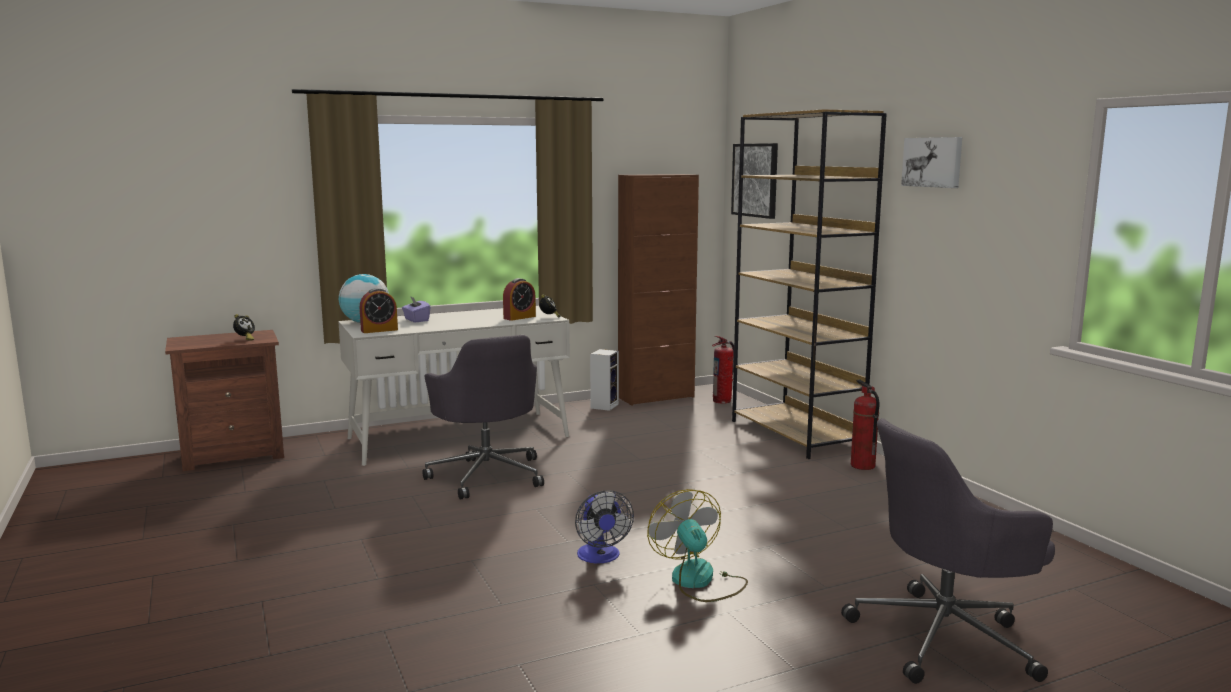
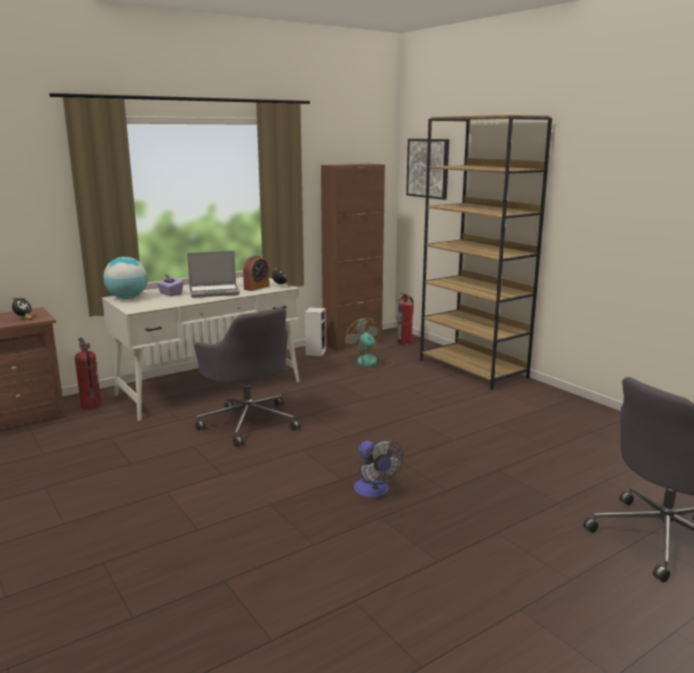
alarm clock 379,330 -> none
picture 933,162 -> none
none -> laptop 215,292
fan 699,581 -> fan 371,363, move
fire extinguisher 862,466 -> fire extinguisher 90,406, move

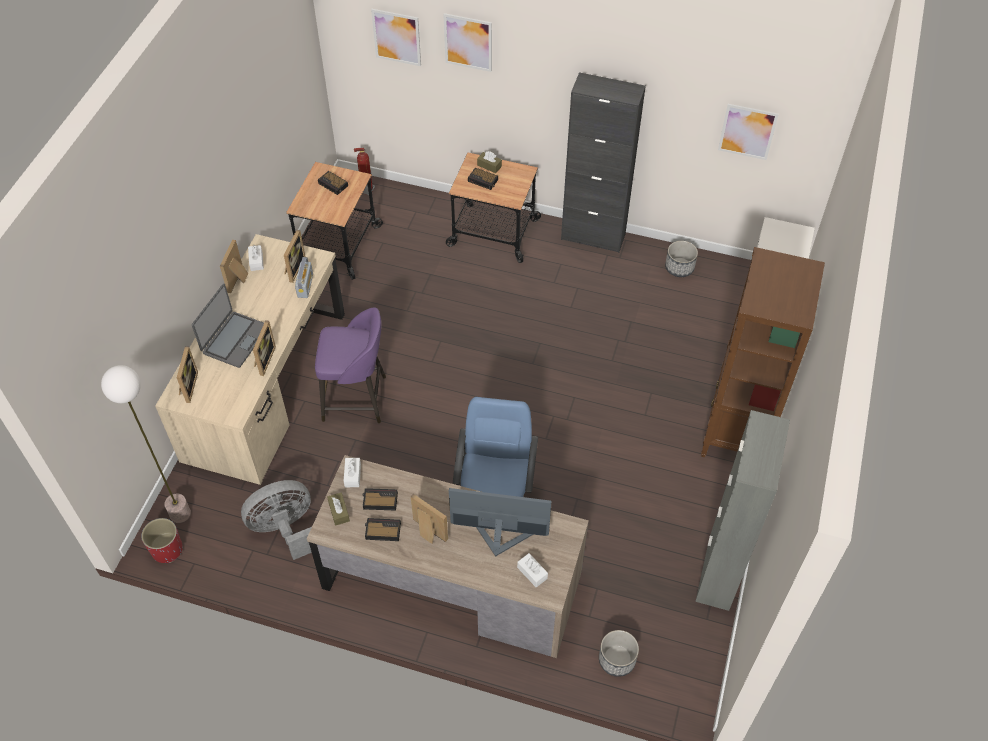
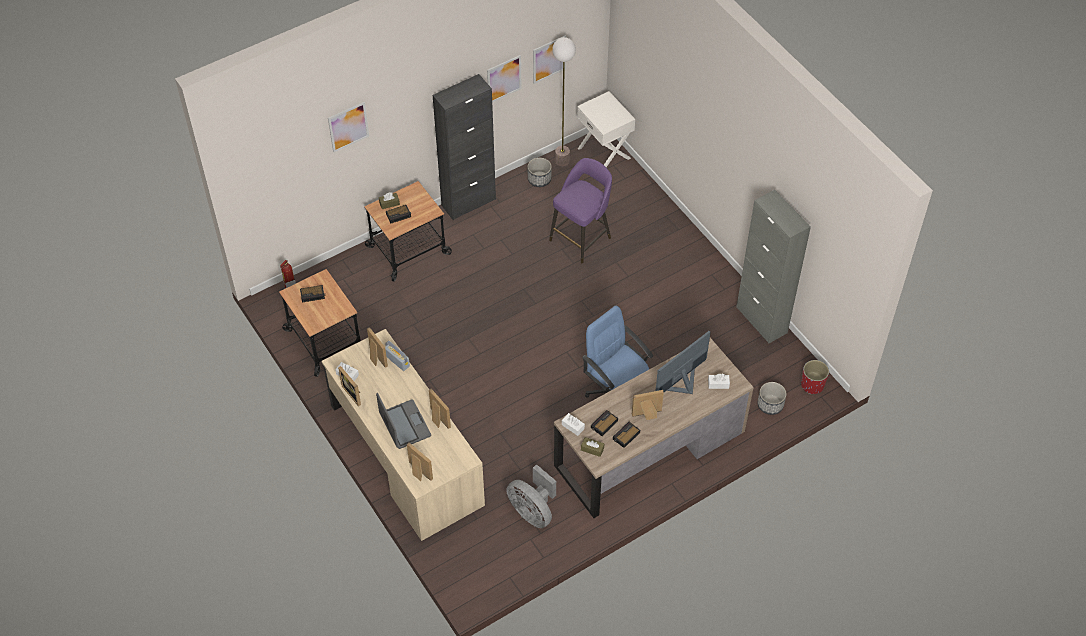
bookcase in brown 736,434 -> none
floor lamp 180,513 -> floor lamp 562,161, move
planter in red 167,549 -> planter in red 812,384, move
stool in purple 357,398 -> stool in purple 581,238, move
picture 396,37 -> picture 504,79, move
fan in grey 287,529 -> fan in grey 532,511, 60 degrees counterclockwise

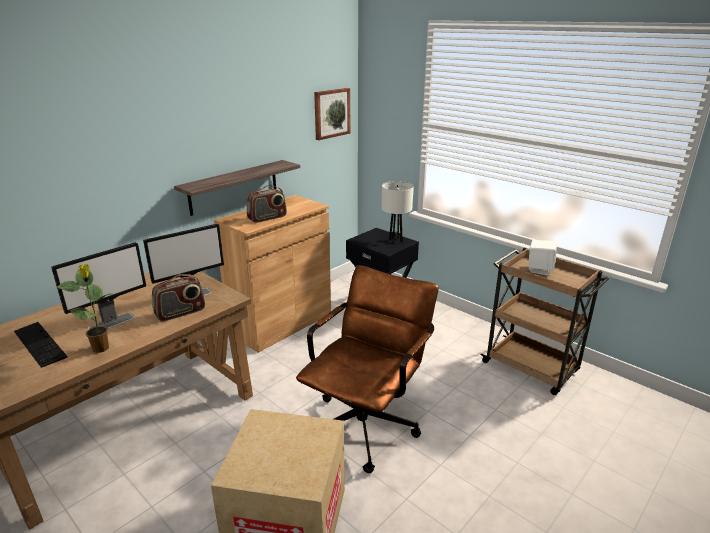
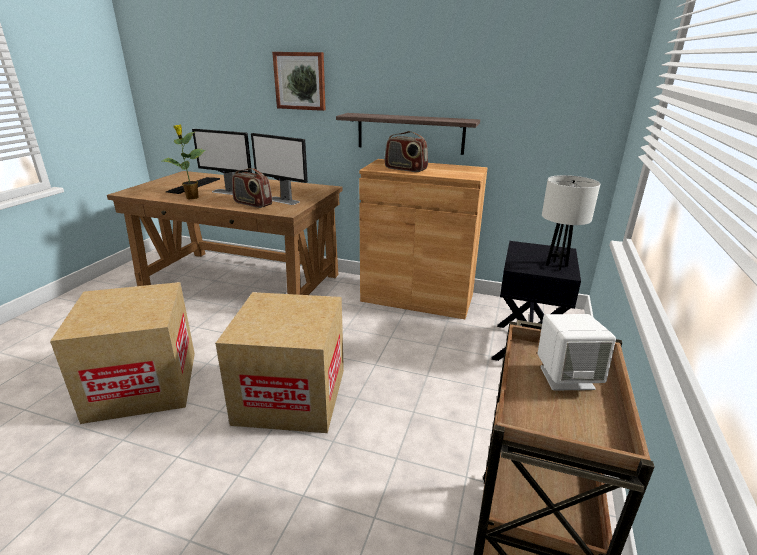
picture 331,113 -> picture 300,81, move
office chair in brown 367,421 -> cardboard box 291,396

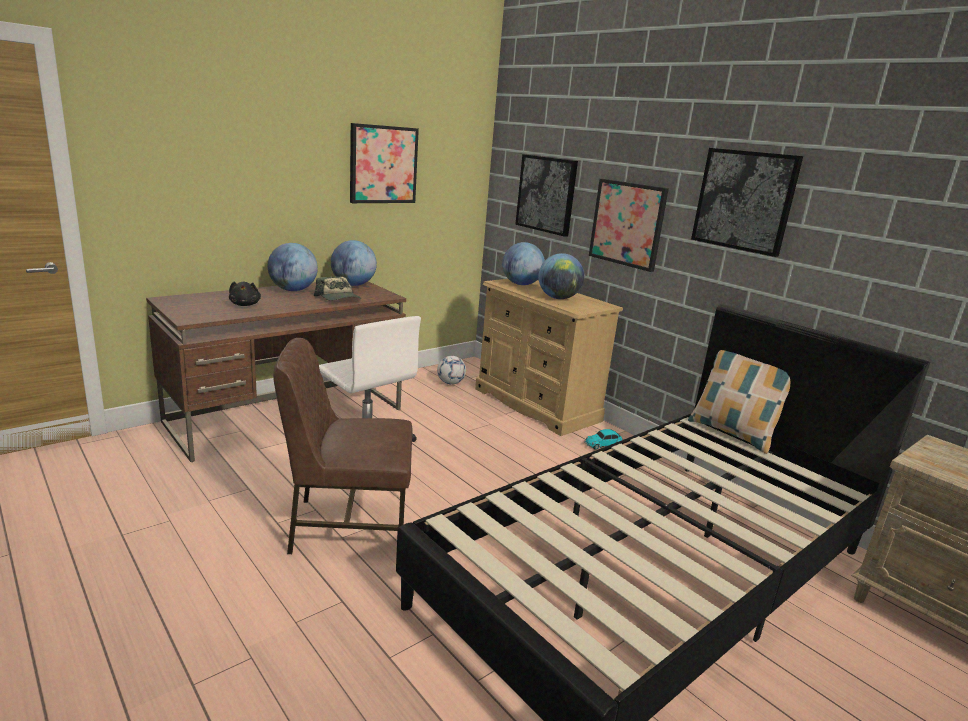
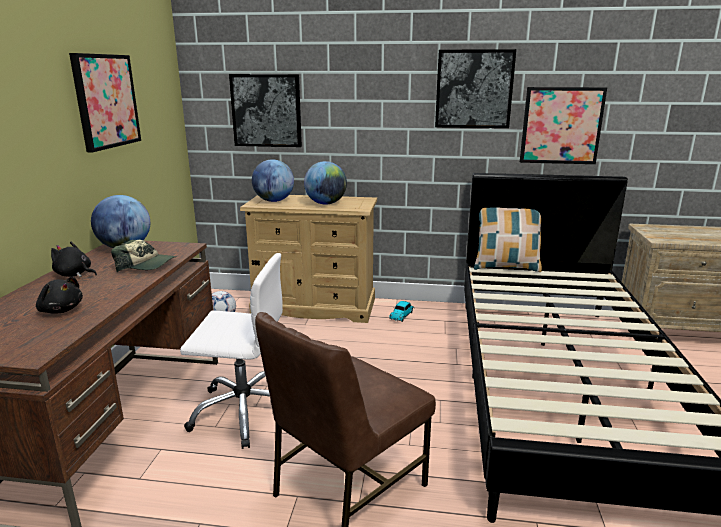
picture 627,224 -> picture 561,125, move
globe 293,290 -> plush toy in black 75,274

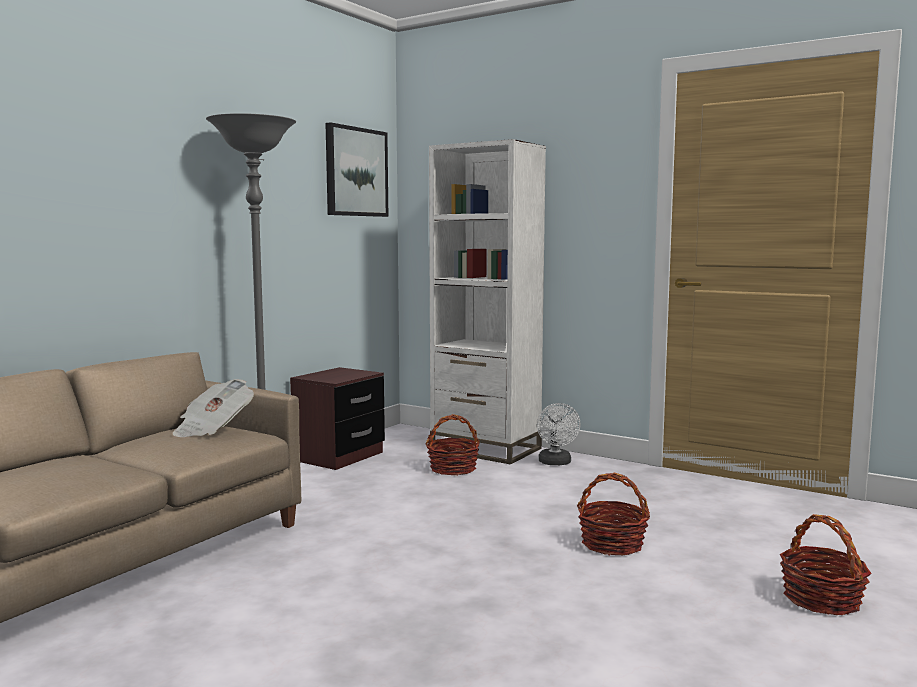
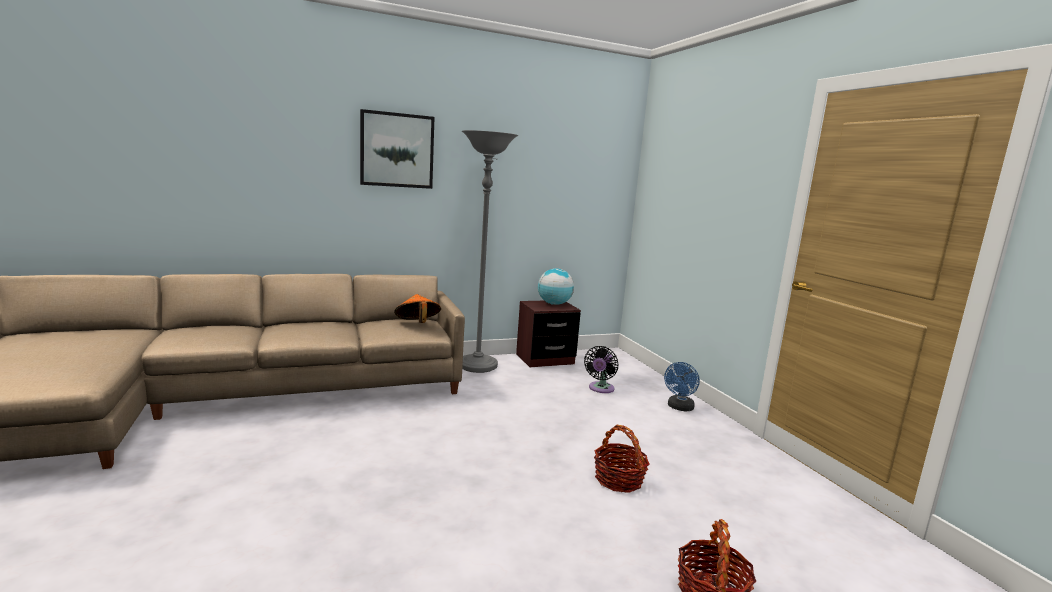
bookcase in white 485,449 -> none
none -> globe 554,304
picture 356,172 -> picture 397,150, move
newspaper 213,429 -> hat in orange 417,324
basket 453,469 -> fan in black 600,389
fan in white 556,463 -> fan in blue 679,408

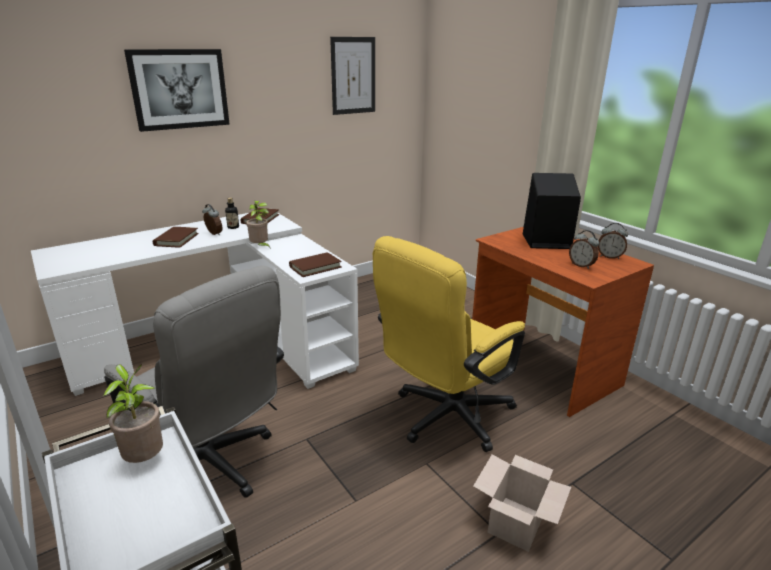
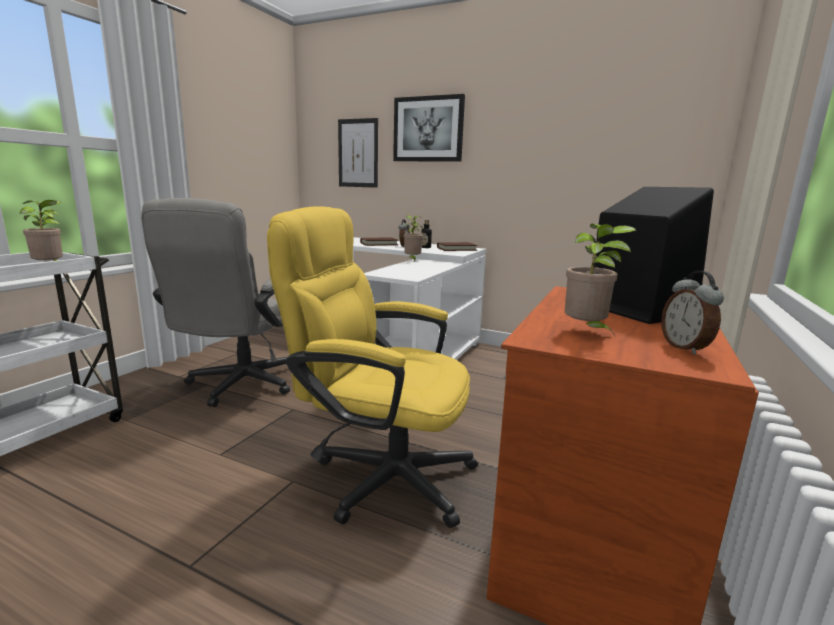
book in brown 315,267 -> none
cardboard box 516,525 -> none
picture 353,76 -> picture 358,153, move
alarm clock 581,265 -> potted plant 586,332

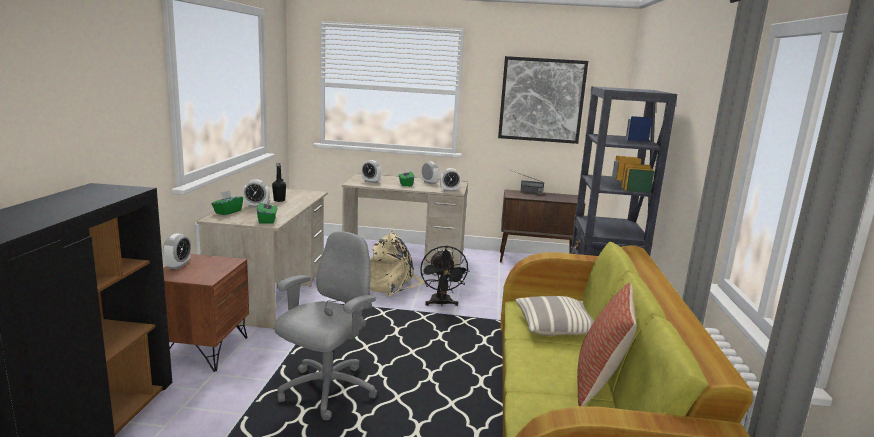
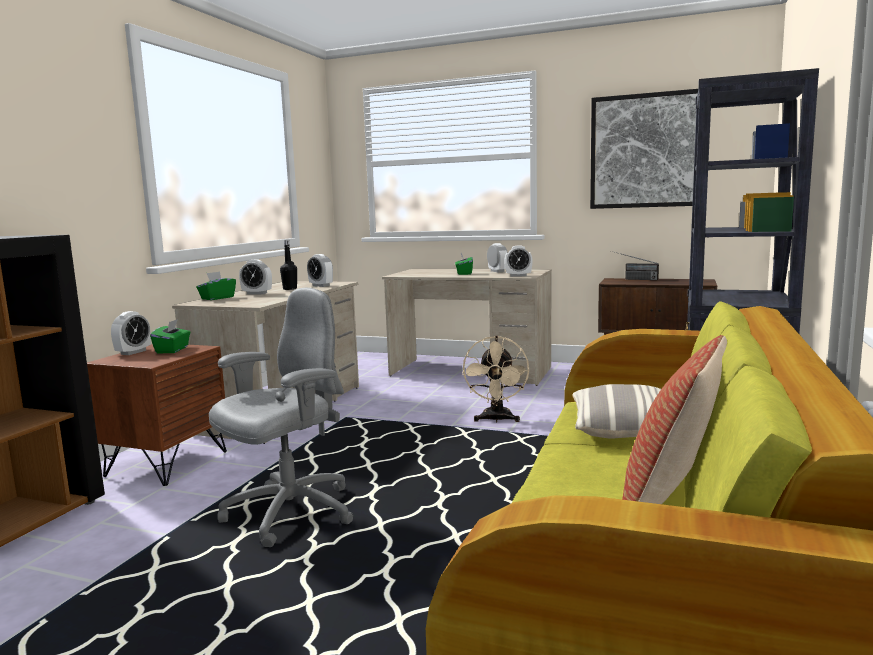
backpack in beige 392,285 -> none
tissue box in green 267,220 -> tissue box in green 173,350, move
alarm clock 371,181 -> alarm clock 321,286, move
fan in black 441,304 -> fan in beige 496,420

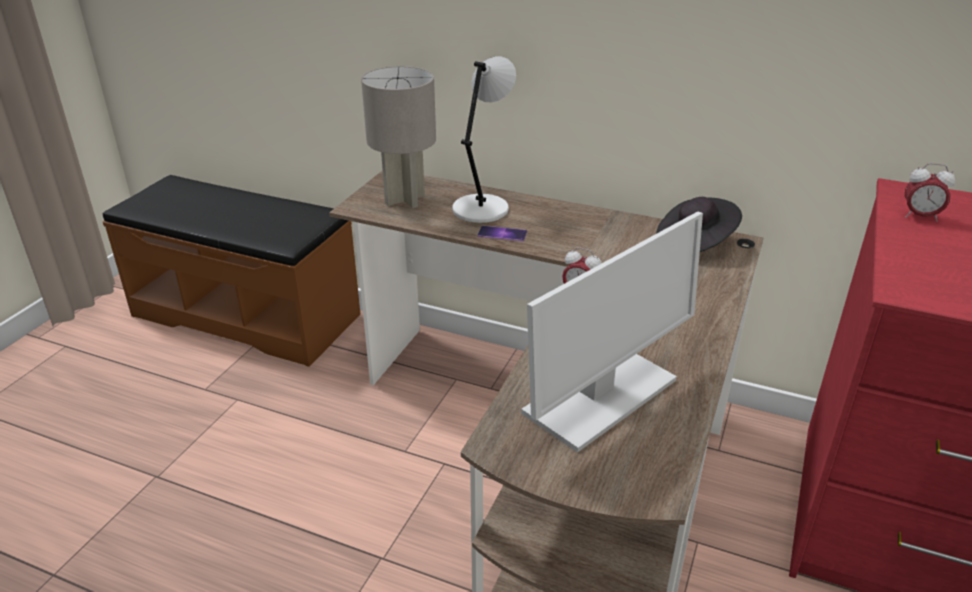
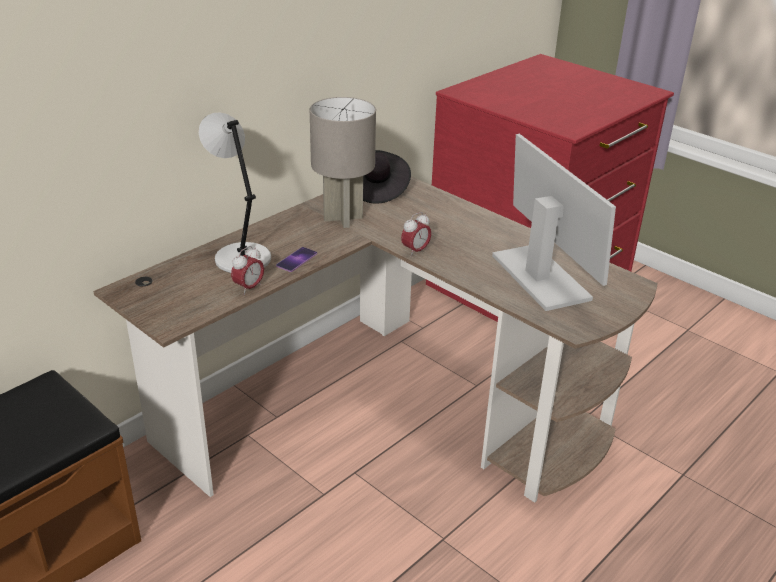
table lamp in grey 405,199 -> table lamp in grey 342,218, move
alarm clock 920,216 -> alarm clock 249,288, move

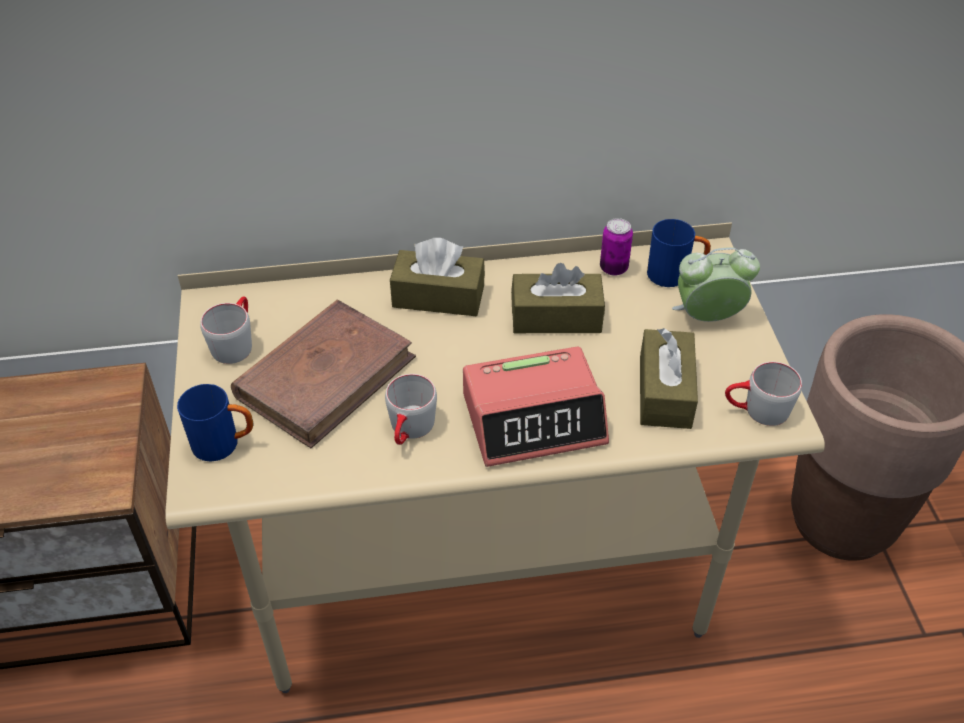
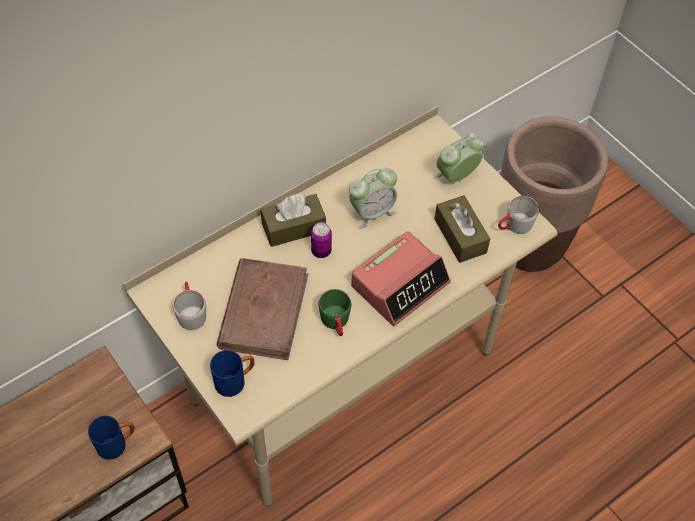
can 613,268 -> can 321,251, move
mug in blue 675,275 -> mug in blue 117,443, move
tissue box in brown 556,317 -> alarm clock 372,212
mug in grey 410,431 -> mug in green 336,323

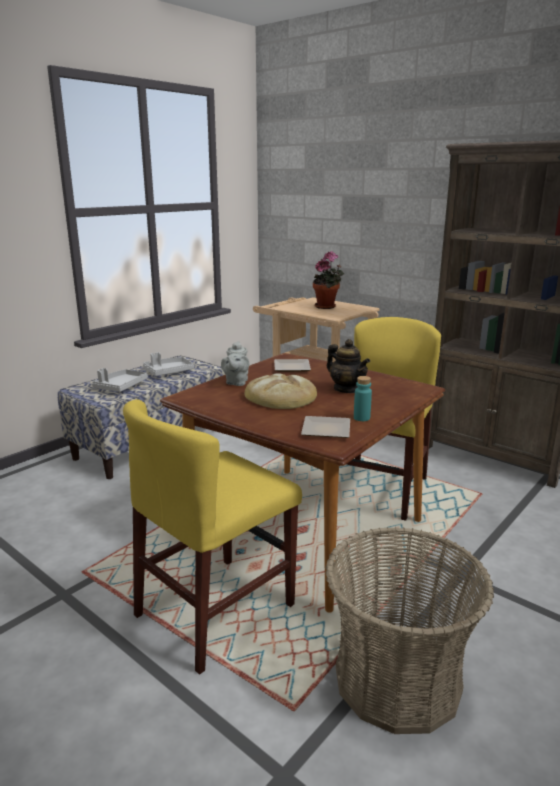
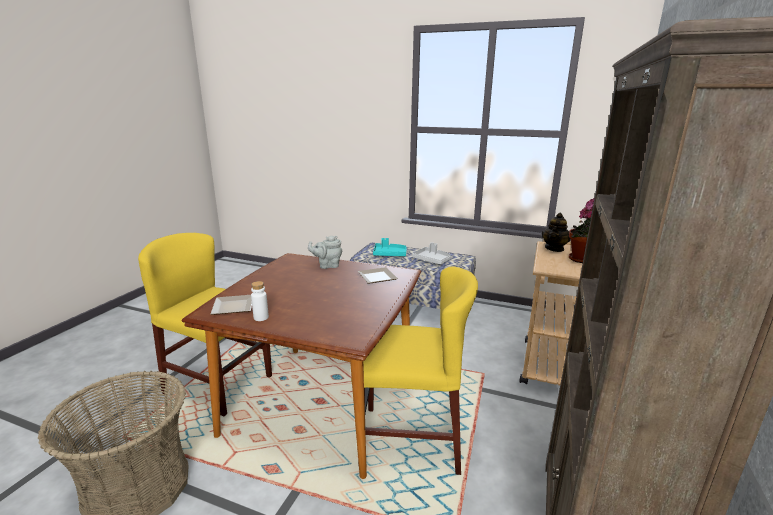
bread 281,397 -> none
teapot 346,389 -> teapot 554,248, move
tray in grey 120,387 -> tray in turquoise 389,254
bottle in turquoise 361,418 -> bottle in white 261,317

